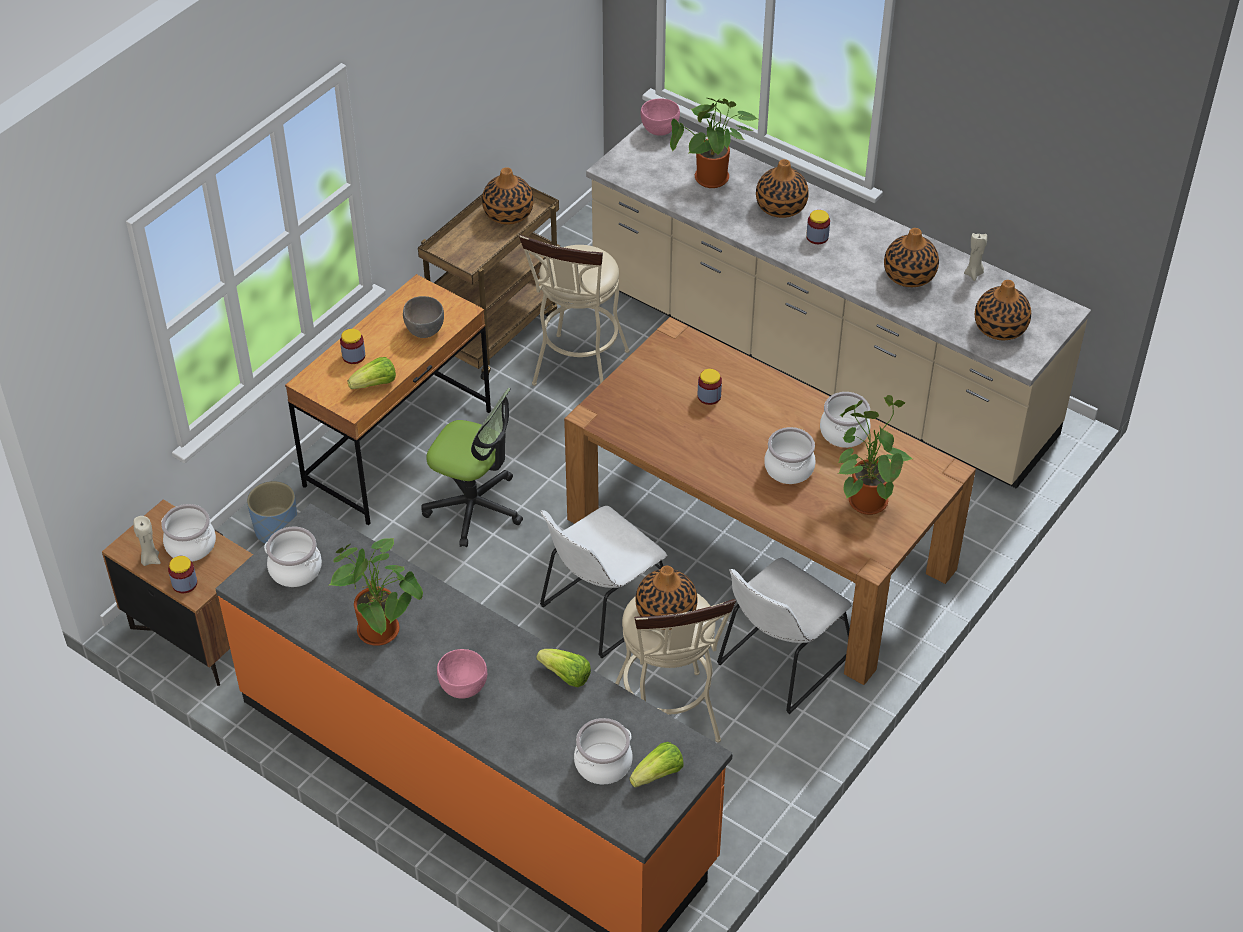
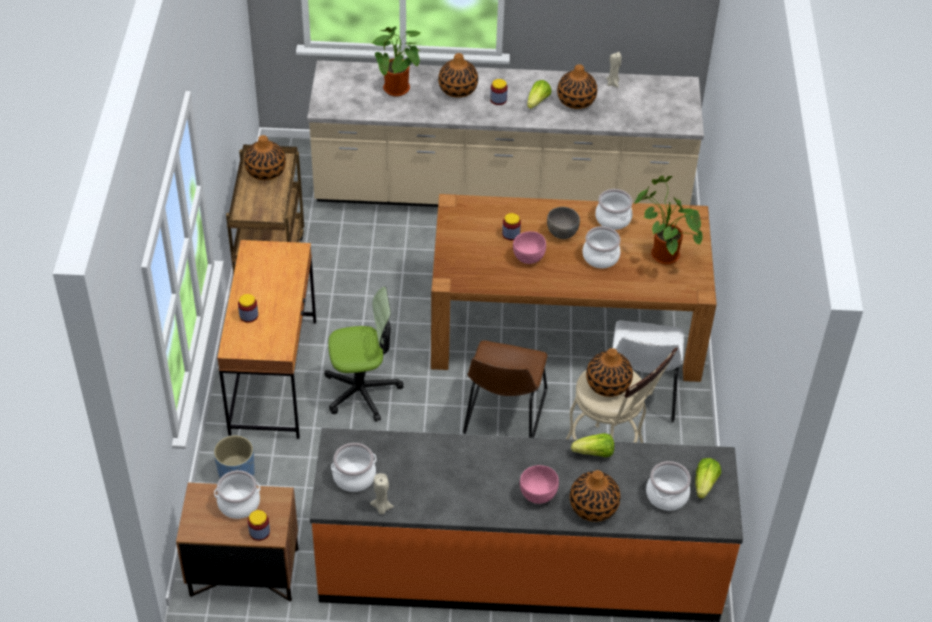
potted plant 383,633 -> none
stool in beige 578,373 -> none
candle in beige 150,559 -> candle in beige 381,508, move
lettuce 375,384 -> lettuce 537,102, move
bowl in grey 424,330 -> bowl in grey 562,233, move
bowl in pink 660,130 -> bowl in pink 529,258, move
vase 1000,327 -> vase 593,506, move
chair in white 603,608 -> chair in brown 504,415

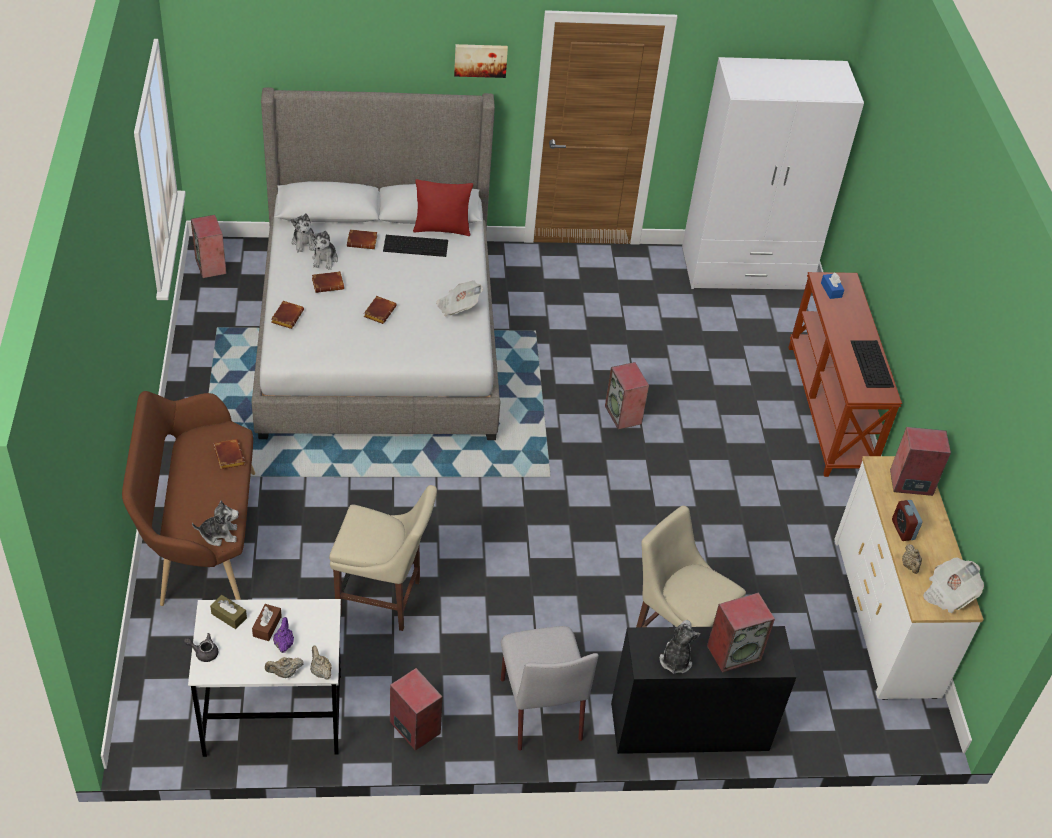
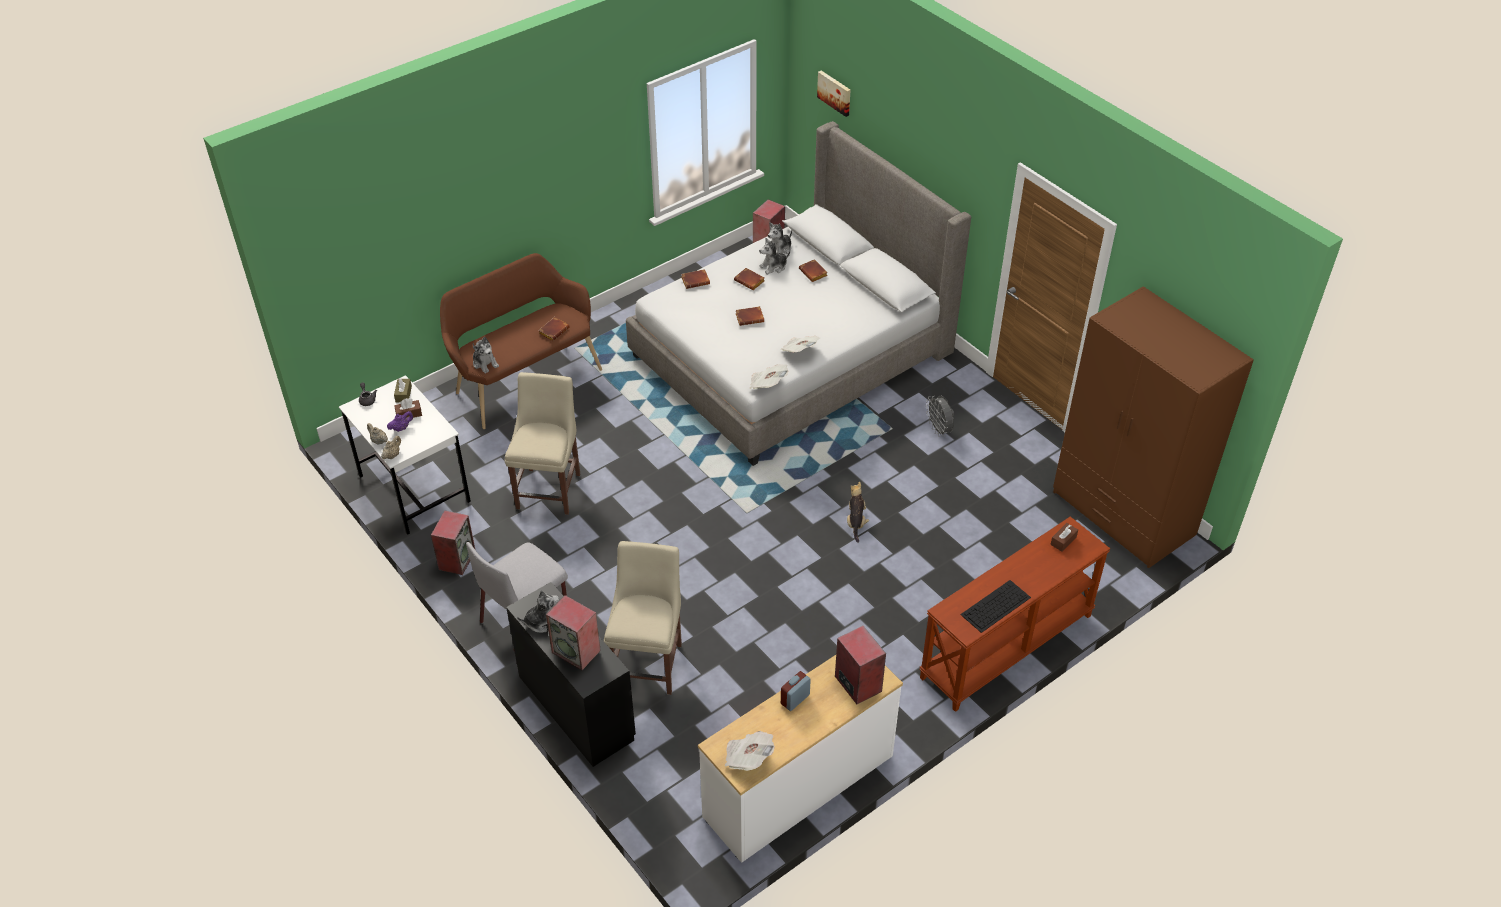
keyboard 416,245 -> none
pillow in red 442,229 -> none
teapot in beige 910,566 -> none
none -> newspaper 767,384
none -> fan in grey 939,430
picture 480,59 -> picture 835,92, move
speaker 624,415 -> plush toy 856,522
wardrobe in white 746,269 -> wardrobe in brown 1123,514
tissue box in blue 831,290 -> tissue box in brown 1063,541
chair in beige 383,600 -> chair in beige 550,488, 150 degrees counterclockwise

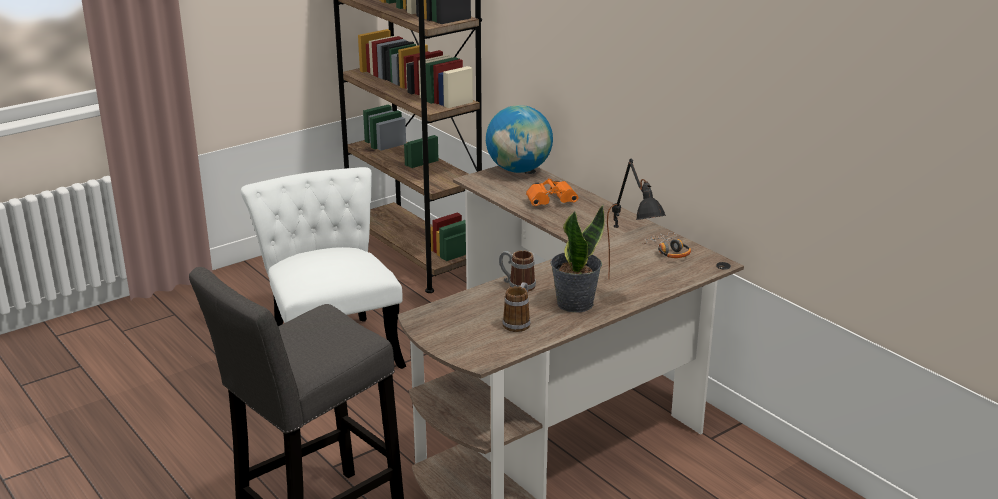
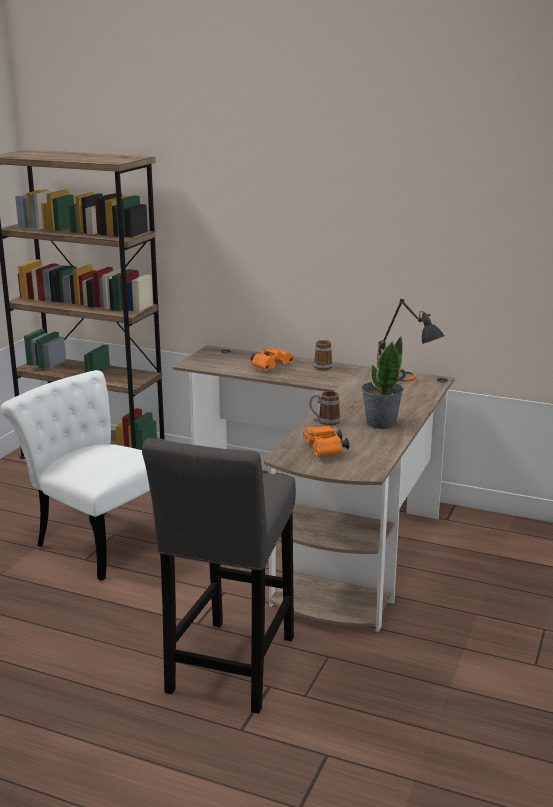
globe 519,170 -> none
none -> binoculars in orange 325,451
mug 518,322 -> mug 322,366, move

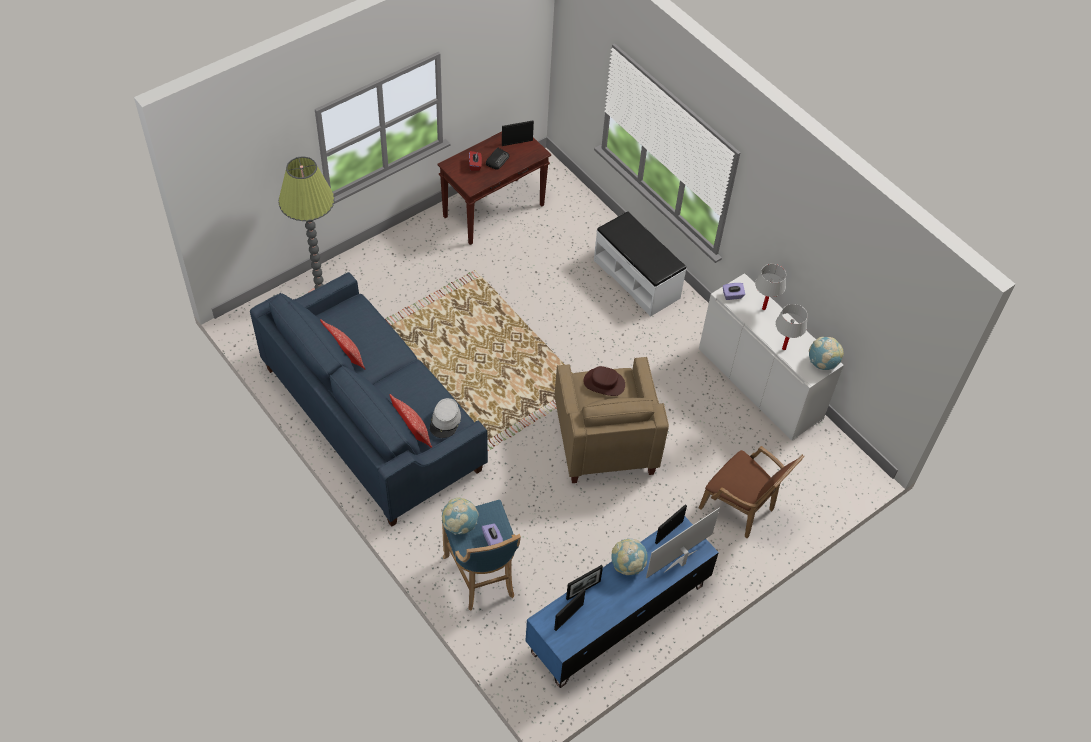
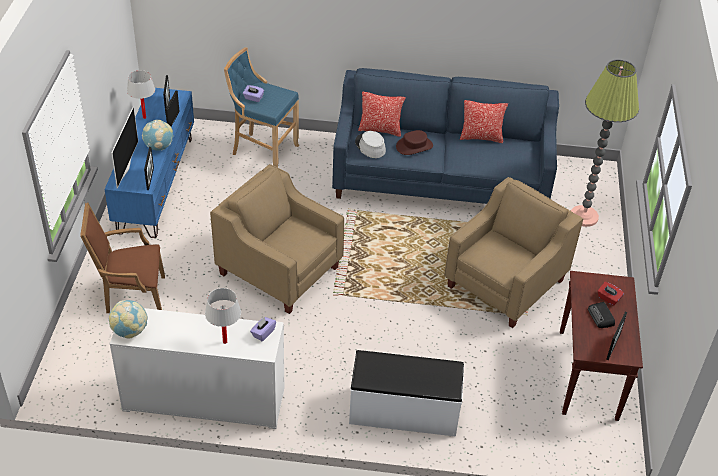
globe 460,525 -> none
none -> armchair in beige 506,284
hat in brown 604,383 -> hat in brown 414,146, move
table lamp in white 783,348 -> table lamp in white 144,117, move

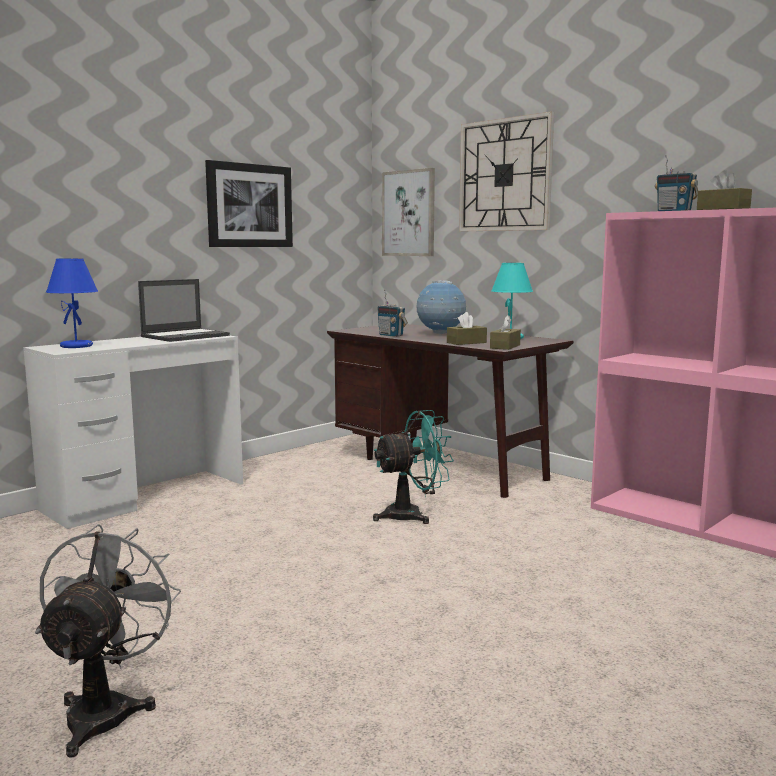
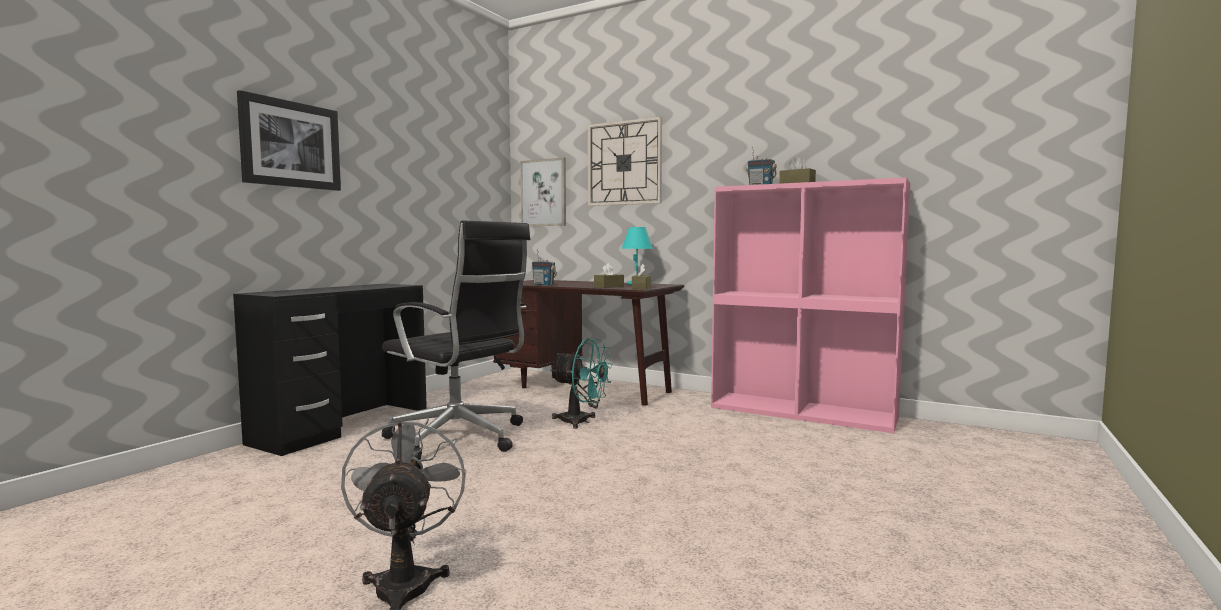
table lamp in blue 77,346 -> none
laptop 186,336 -> none
globe 440,334 -> none
none -> office chair in black 460,438
picture 249,205 -> picture 291,144, move
desk in white 146,496 -> desk in black 342,426
fan in turquoise 412,515 -> fan in turquoise 581,422, 60 degrees clockwise

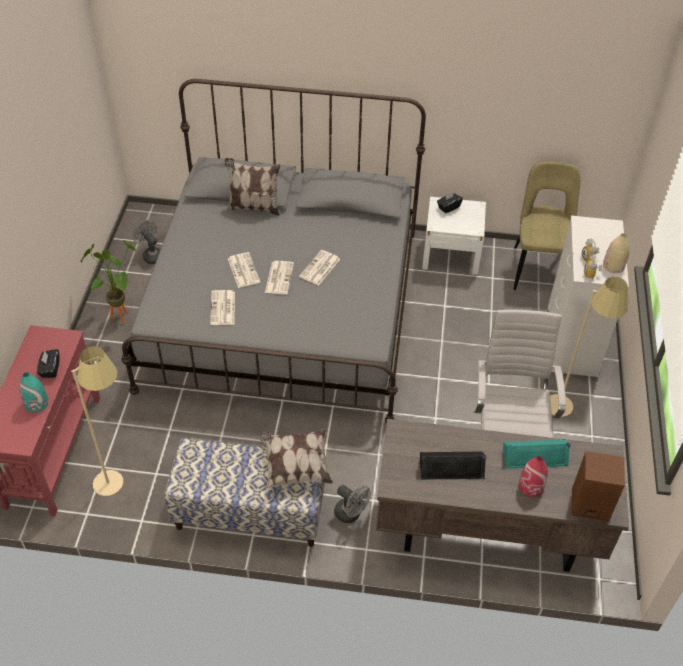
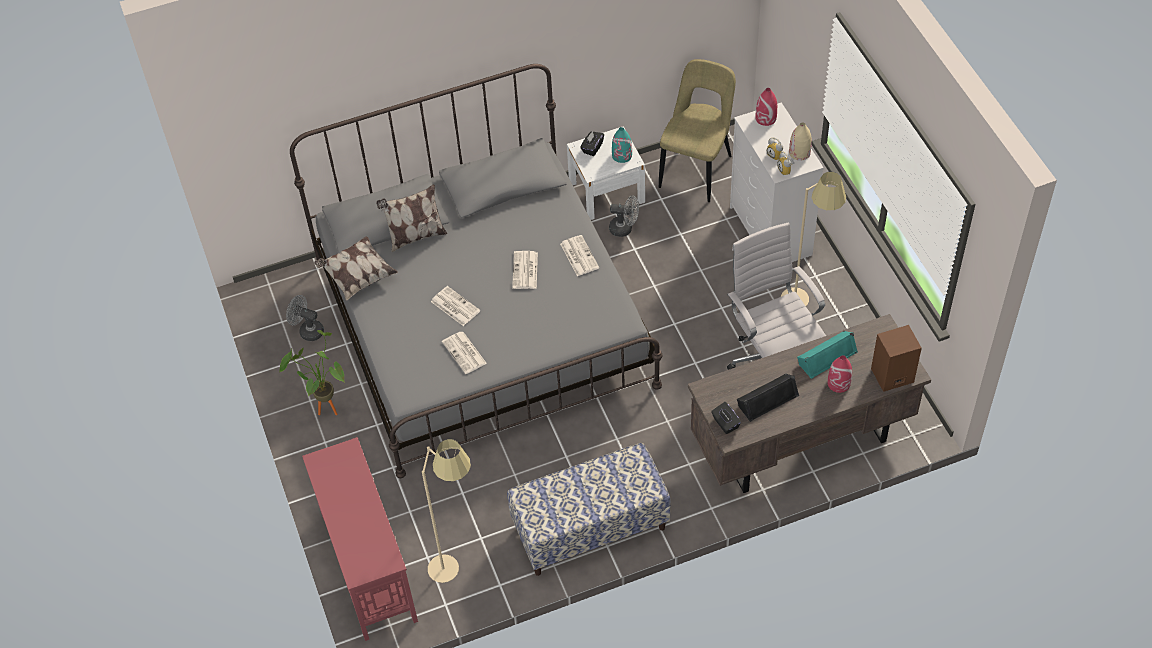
none -> vase in red 766,118
vase in turquoise 36,403 -> vase in turquoise 622,155, move
tissue box in black 50,369 -> tissue box in black 725,423, move
pillow 295,466 -> pillow 357,276, move
newspaper 279,277 -> newspaper 578,255, move
fan in grey 351,514 -> fan in grey 624,228, move
chair in beige 538,268 -> chair in beige 697,169, 45 degrees clockwise

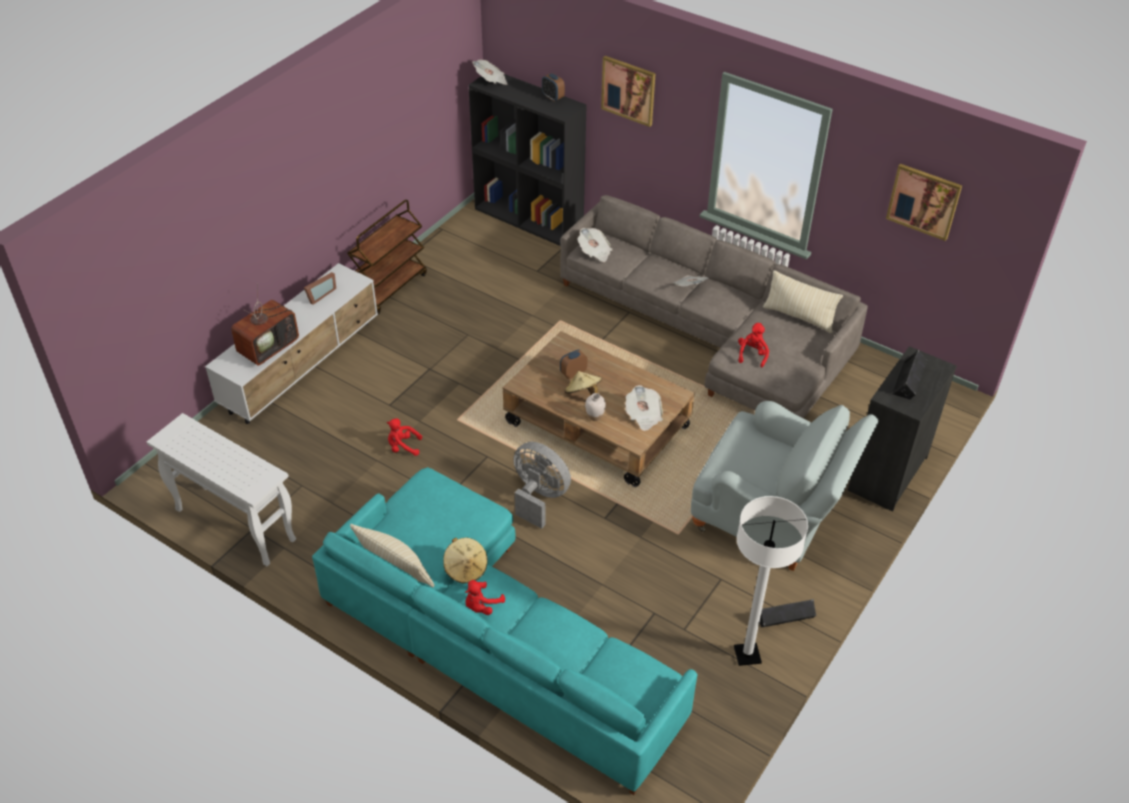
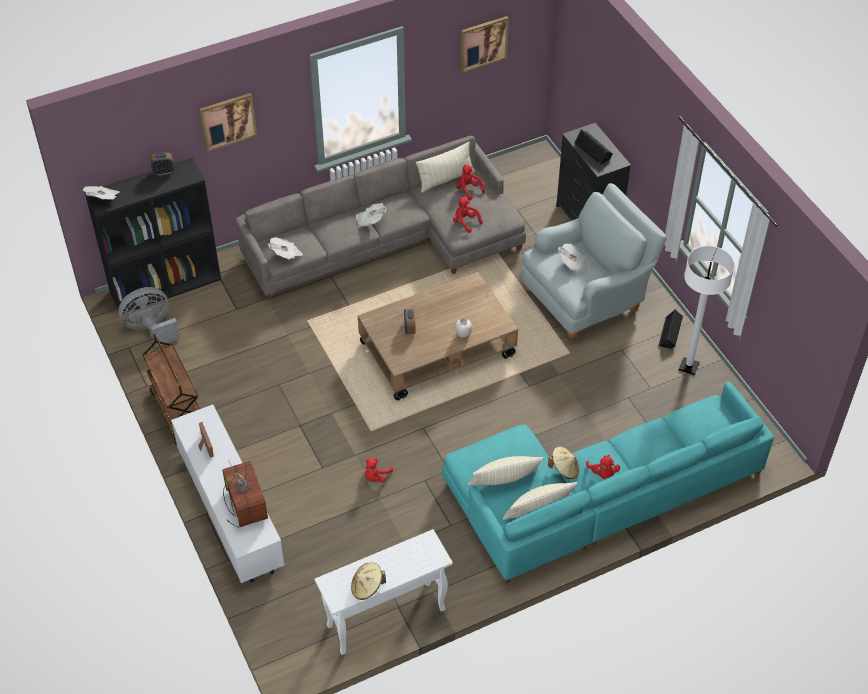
none -> plush toy in red 468,190
none -> pillow in beige 504,481
fan in grey 539,497 -> fan in grey 151,329, move
hat in beige 583,394 -> hat in beige 367,587, move
newspaper 643,416 -> newspaper 573,264, move

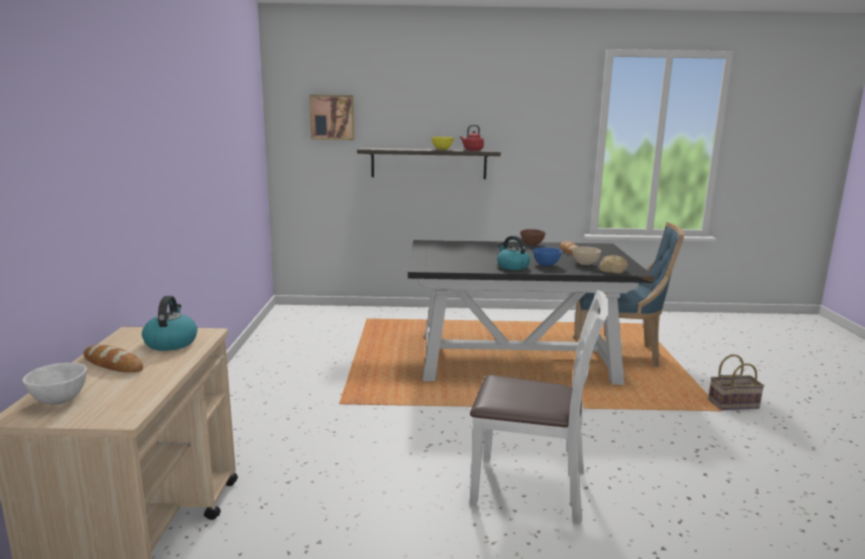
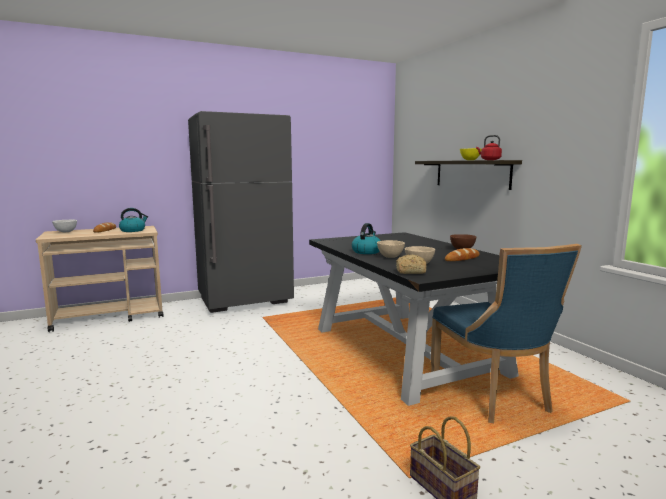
picture 332,117 -> none
chair in white 531,488 -> none
none -> fridge in grey 245,302
bowl in blue 546,265 -> bowl in beige 390,257

